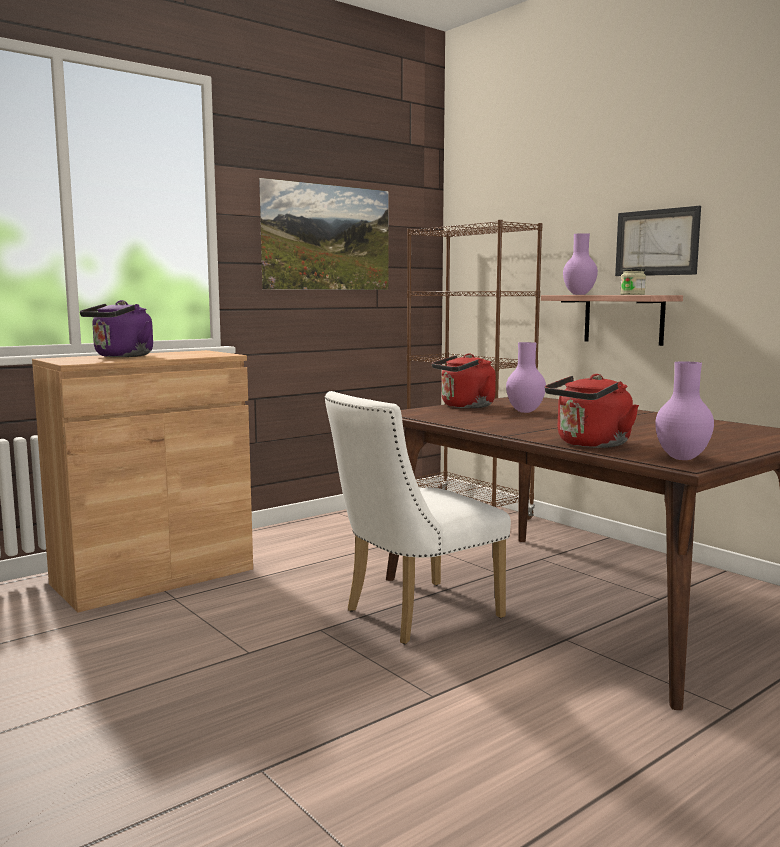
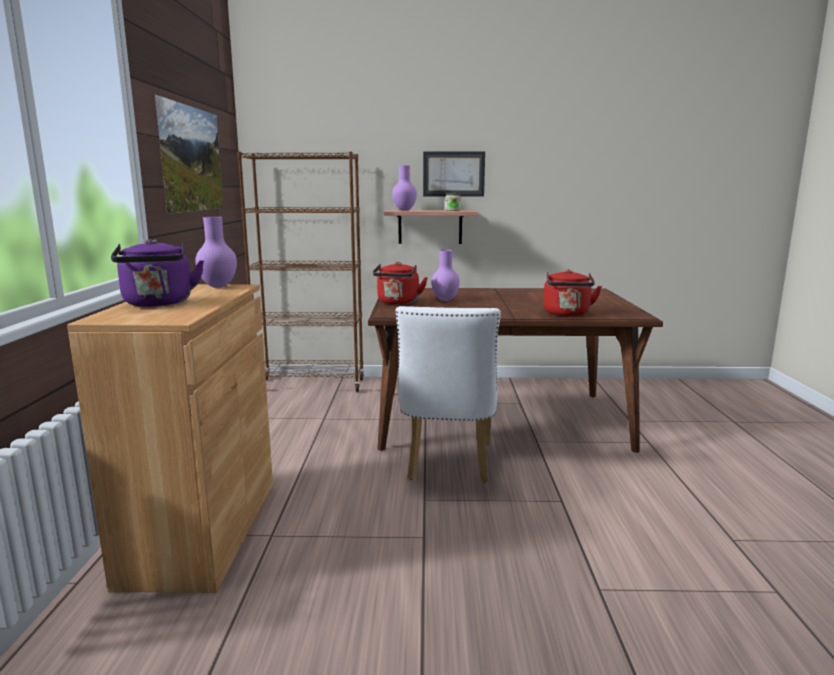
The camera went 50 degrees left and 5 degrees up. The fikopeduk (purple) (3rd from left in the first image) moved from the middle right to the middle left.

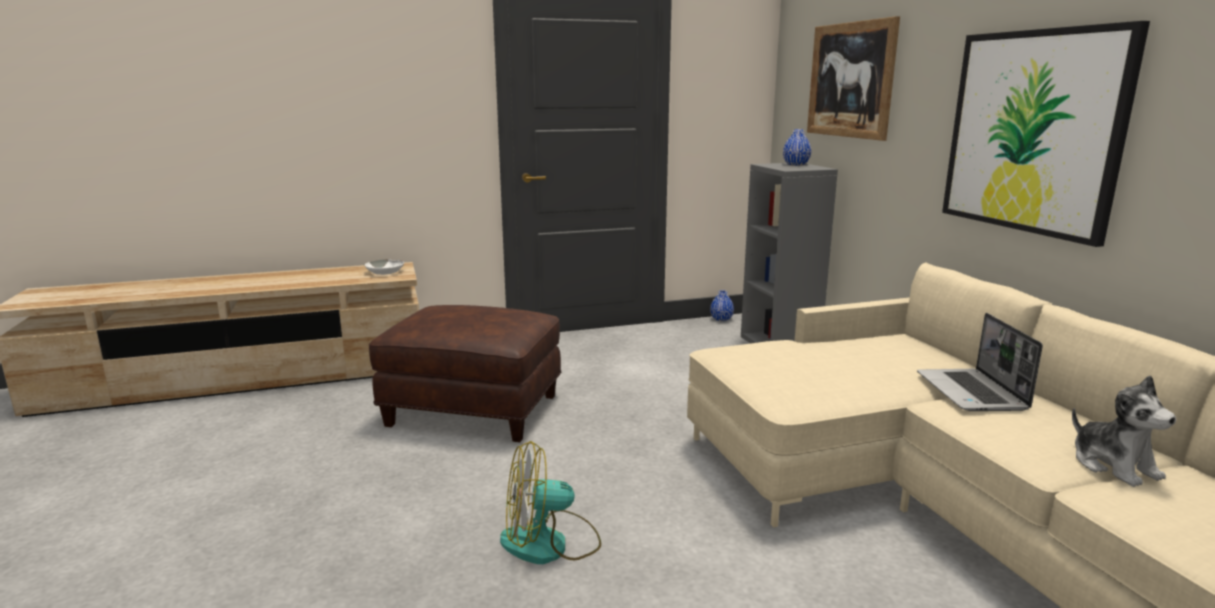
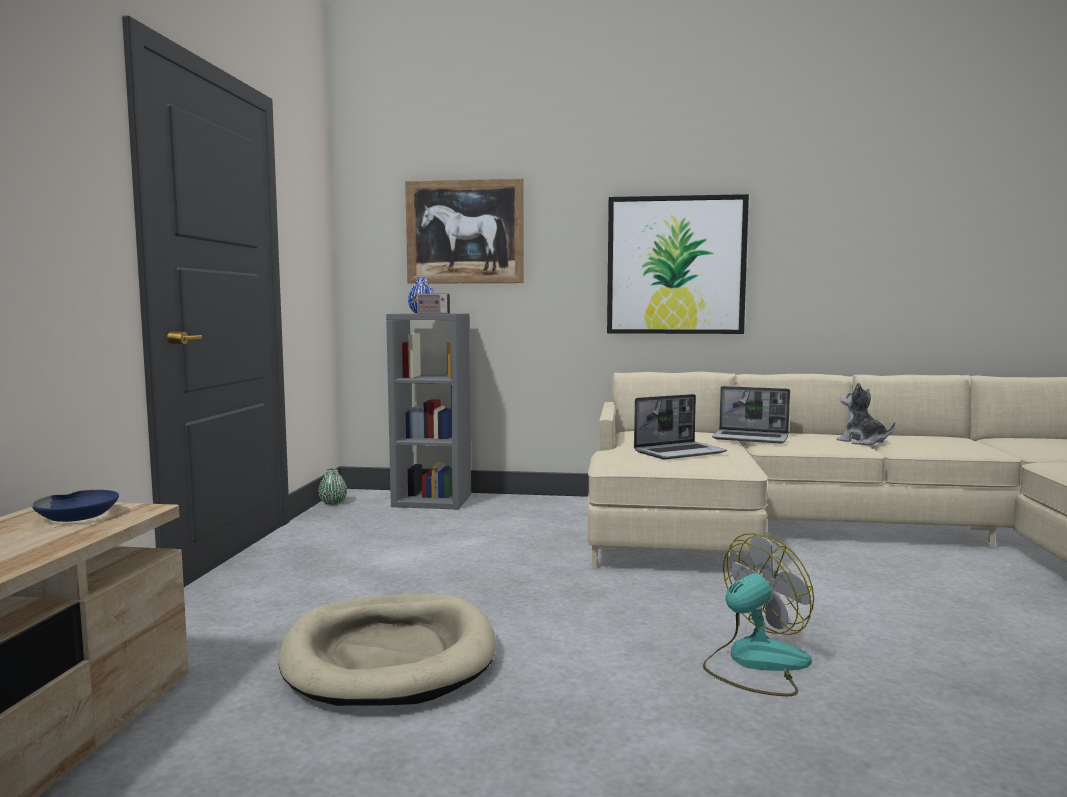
The camera went 65 degrees left and 10 degrees down. The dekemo at the centre appeared. The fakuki (1st from left) at the centre appeared. The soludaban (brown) at the centre was replaced by the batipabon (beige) at the bottom centre. The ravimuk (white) at the middle left became the ravimuk (blue) at the middle left. The fikopeduk (blue) (1st from left) at the centre became the fikopeduk (green) at the middle left. The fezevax at the bottom centre turned 135 degrees counterclockwise. The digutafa at the bottom right turned 135 degrees counterclockwise.

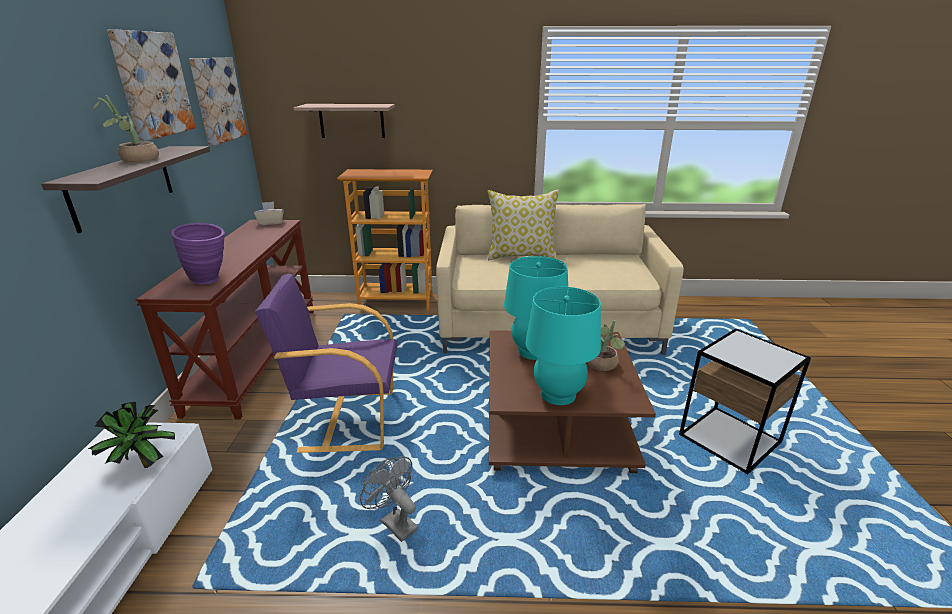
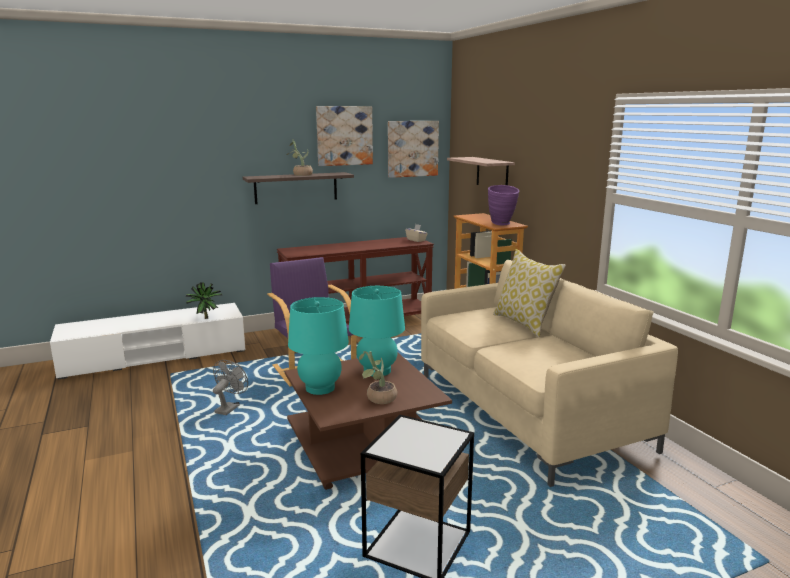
The camera went 65 degrees right and 10 degrees down. The fikopeduk (purple) moved from the middle left to the centre.

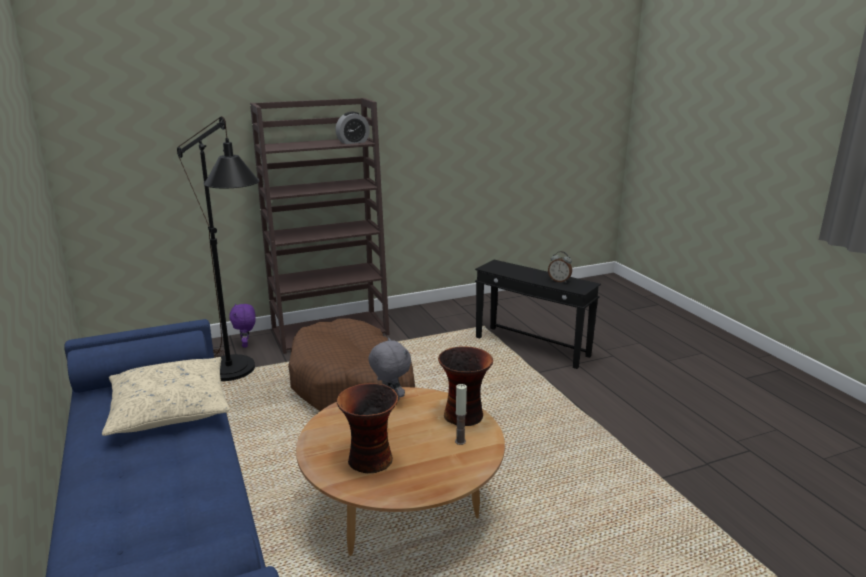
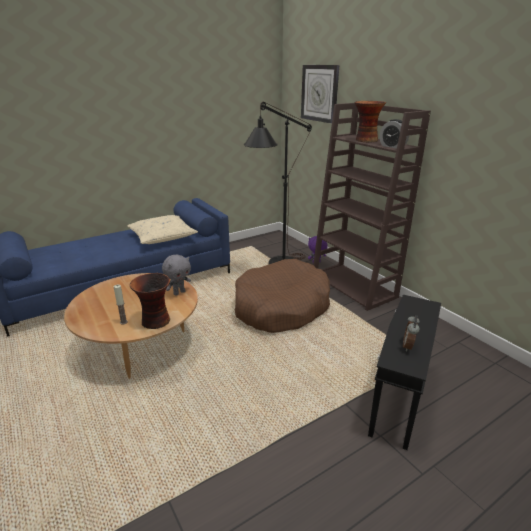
The camera went 80 degrees right and 5 degrees up. The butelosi at the top centre appeared. The fikopeduk (1st from left in the first image) moved from the bottom centre to the top right.

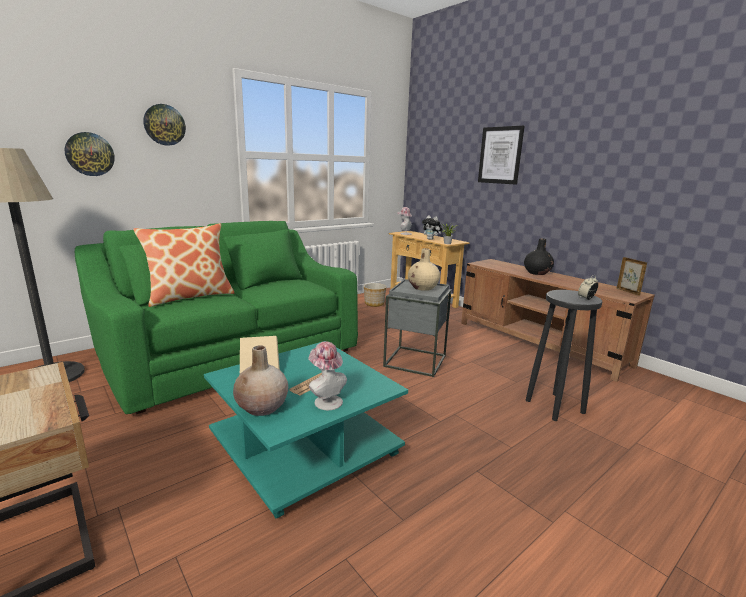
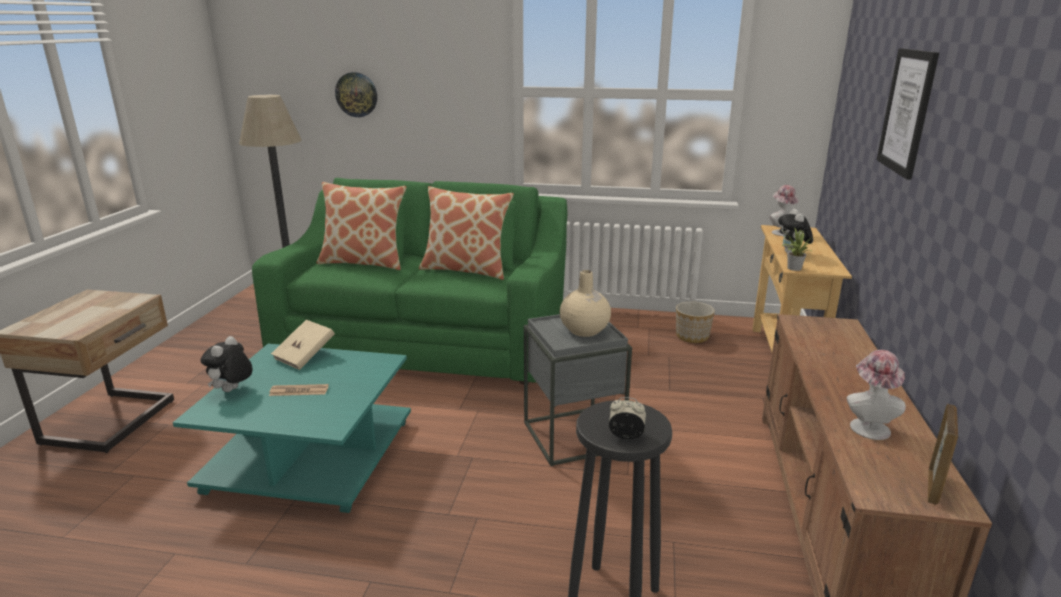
The camera went 50 degrees right and 5 degrees up. The butelosi (2nd from left) at the top left disappeared. The fikopeduk (black) at the middle right disappeared. The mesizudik (2nd from left) at the centre appeared. The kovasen (1st from left in the first image) moved from the centre to the middle right. The fikopeduk (beige) (1st from left) at the centre was replaced by the digutafa (1st from left) at the middle left.

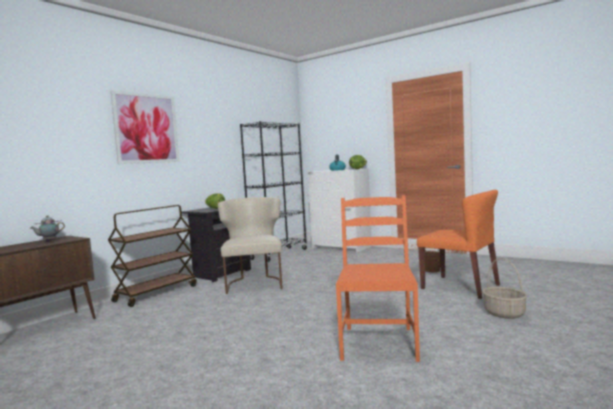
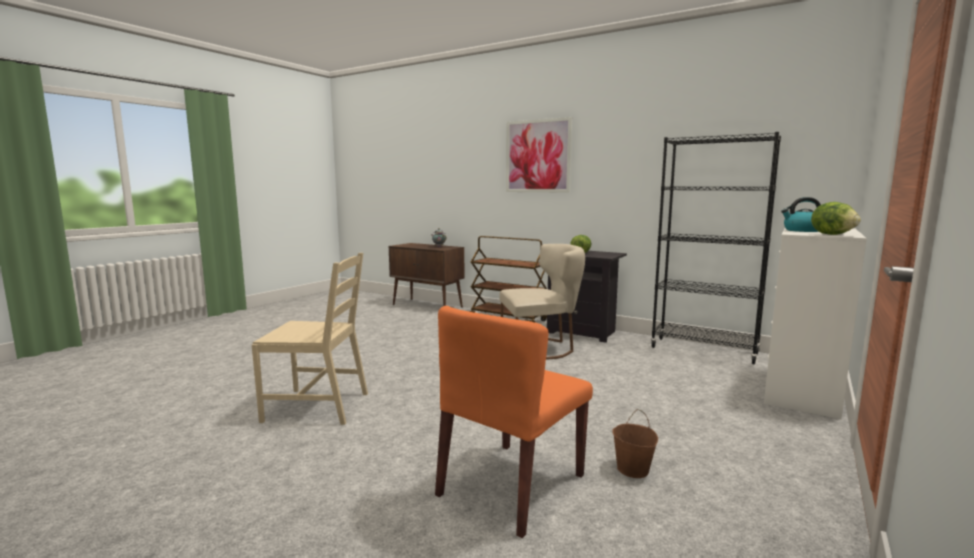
The camera went 85 degrees right and 5 degrees up. The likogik at the bottom right disappeared. The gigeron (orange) (1st from left) at the bottom centre became the gigeron (beige) (1st from left) at the middle left.

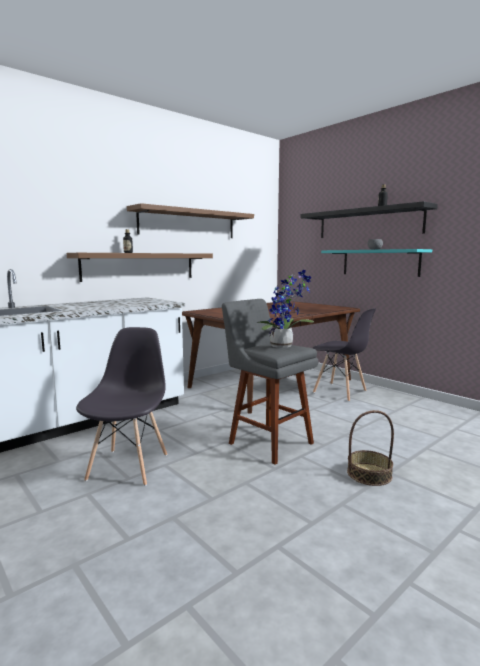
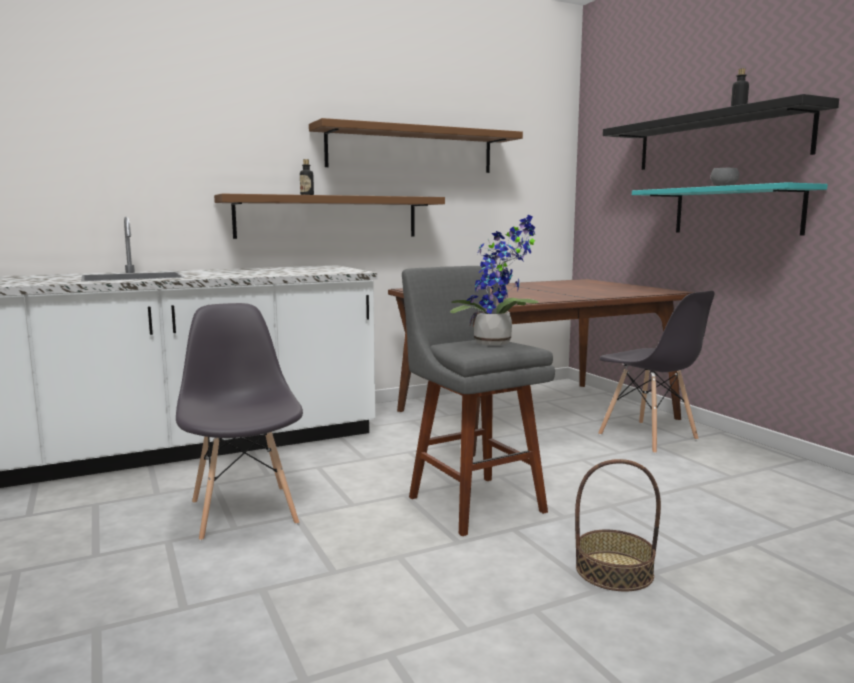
The camera went 15 degrees right and 0 degrees up. The gigeron (grey) (1st from left) at the middle left turned 45 degrees counterclockwise.

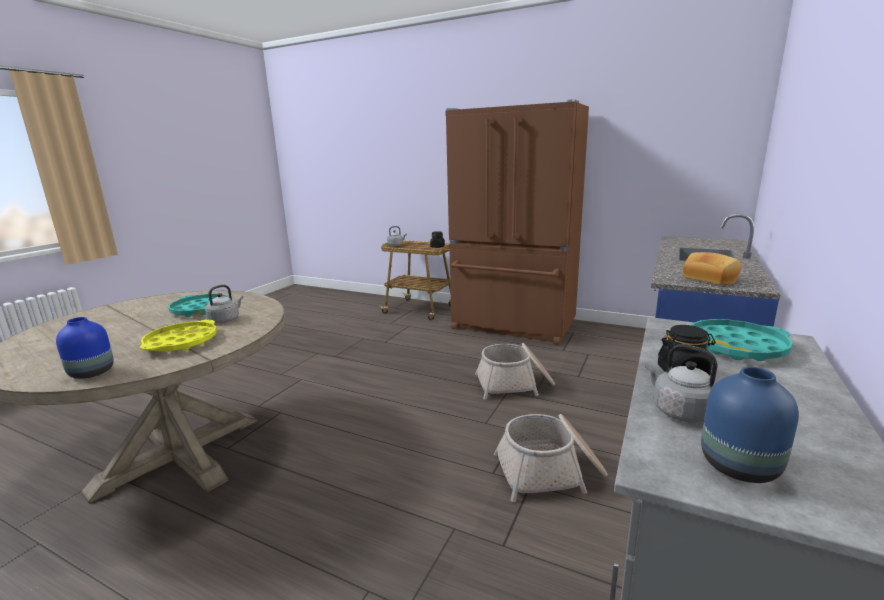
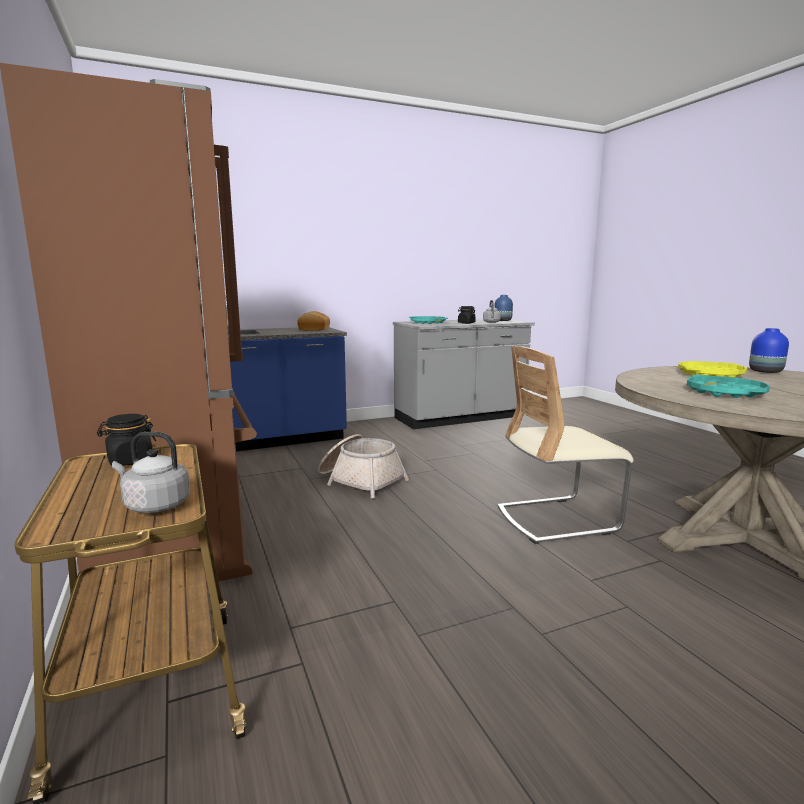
The camera went 140 degrees left and 5 degrees down. The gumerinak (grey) (1st from left) at the middle left disappeared. The likogik (2nd from left) at the bottom centre disappeared. The gigeron (beige) at the middle right appeared.

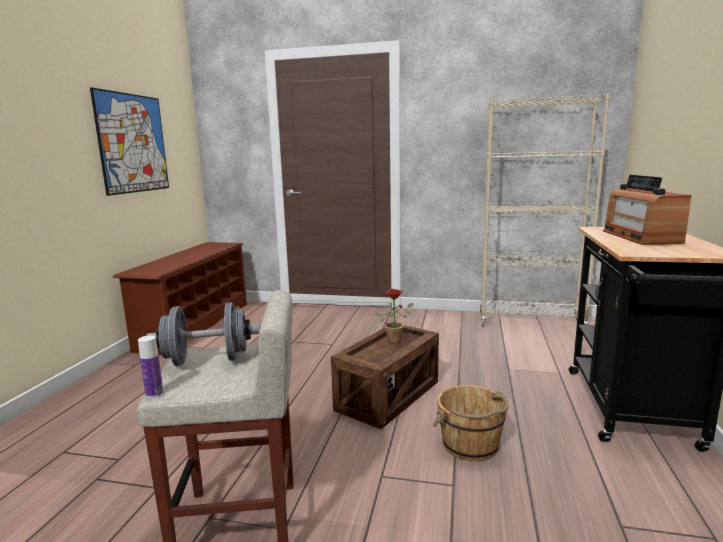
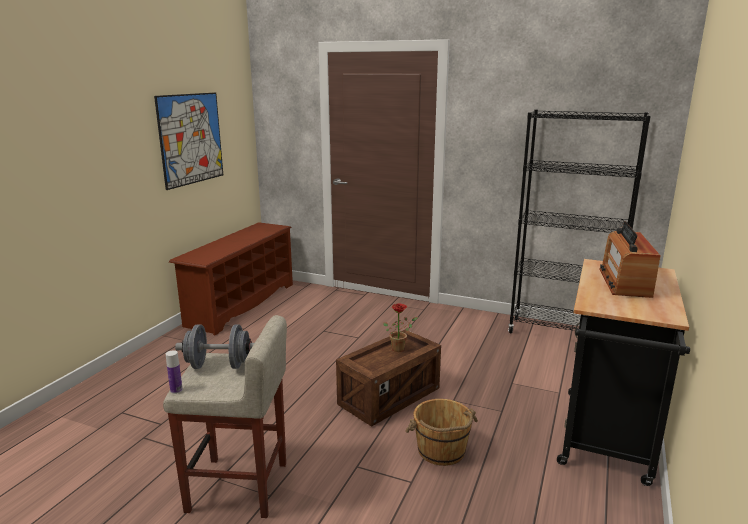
The camera went 10 degrees right and 5 degrees up. The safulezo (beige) at the middle right became the safulezo (black) at the middle right.

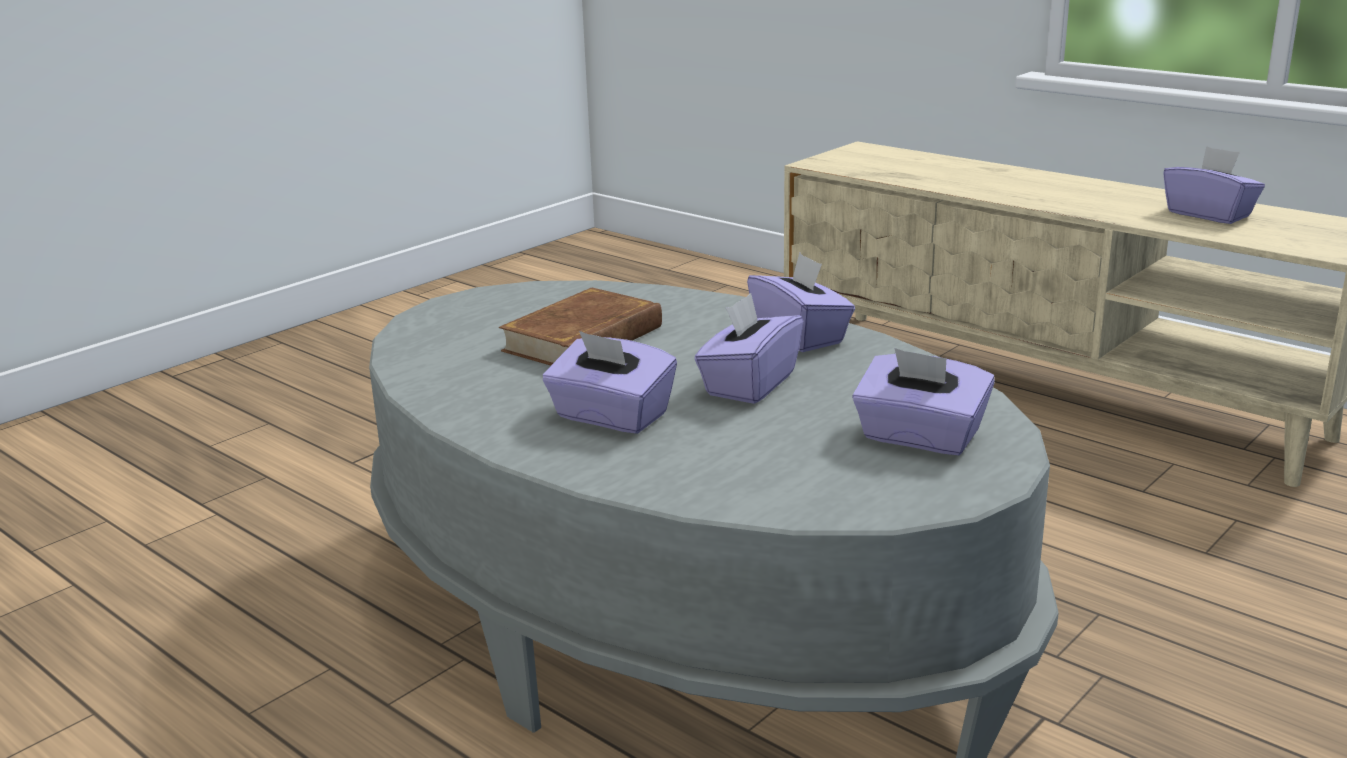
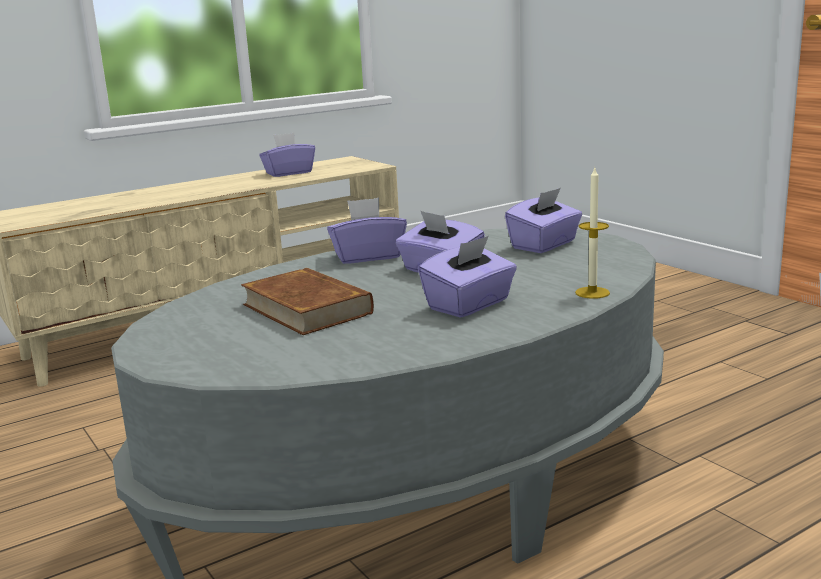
The camera went 75 degrees left and 5 degrees down. The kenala at the middle right appeared.

